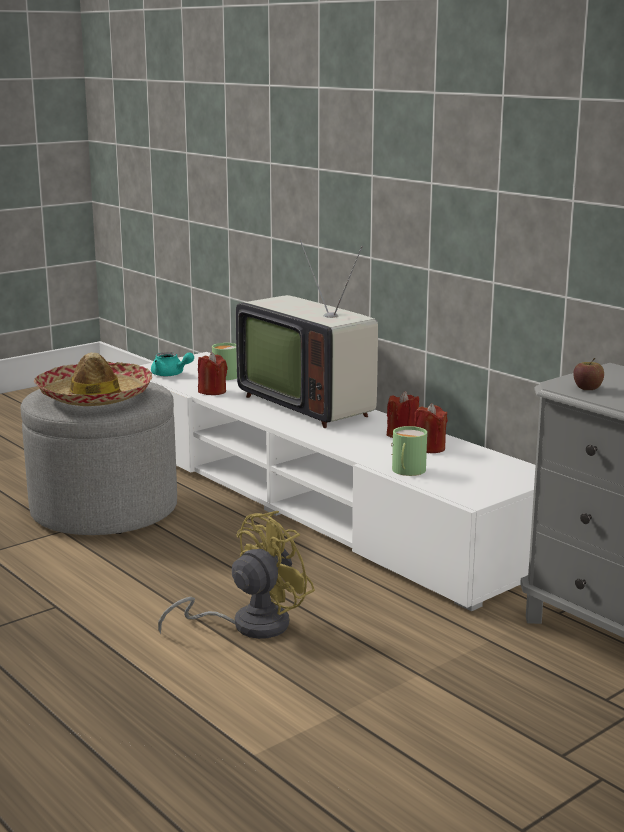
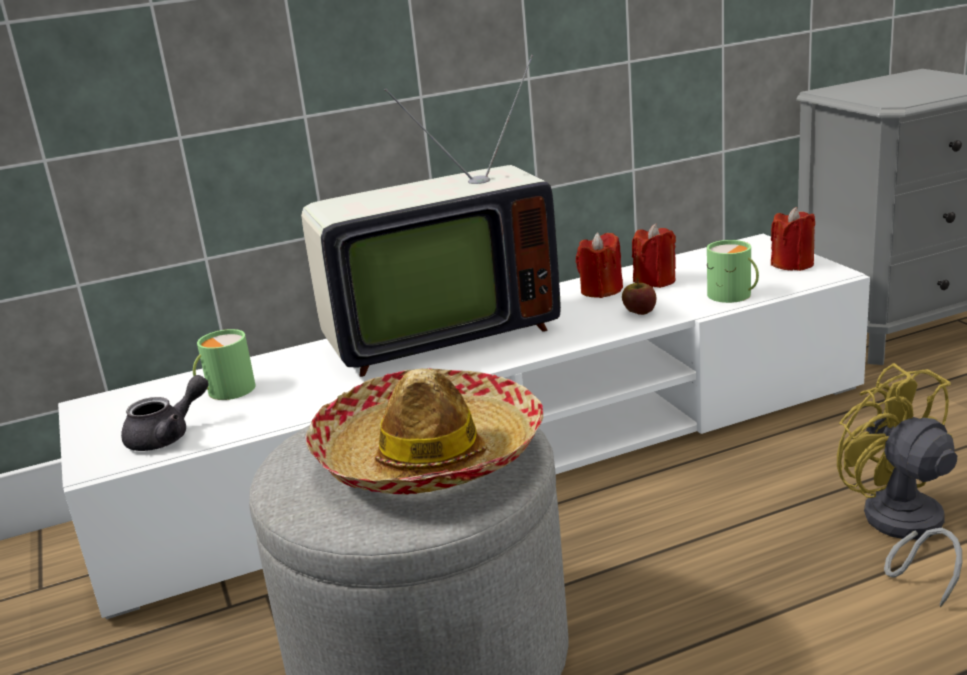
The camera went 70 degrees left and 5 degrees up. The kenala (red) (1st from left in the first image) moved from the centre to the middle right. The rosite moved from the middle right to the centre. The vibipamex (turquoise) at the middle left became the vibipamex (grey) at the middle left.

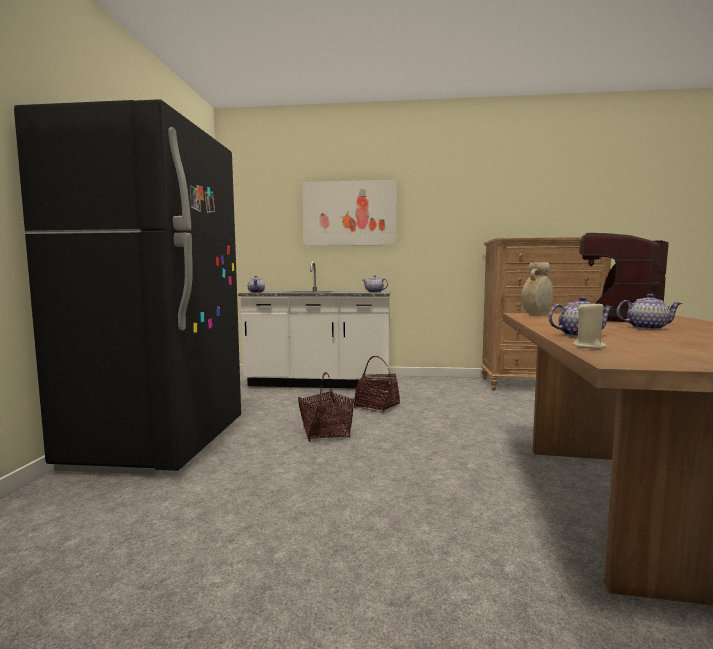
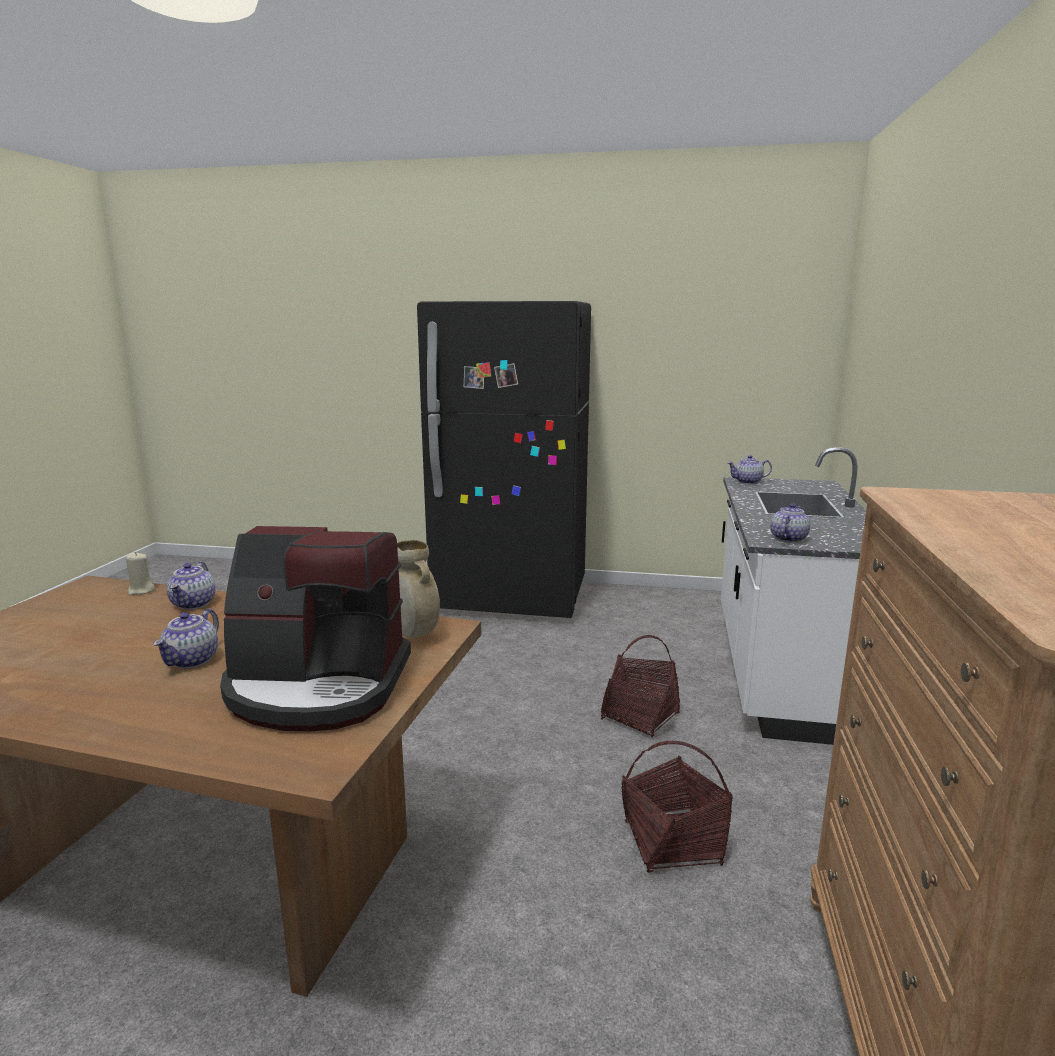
The camera went 95 degrees right and 10 degrees up. The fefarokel at the top centre disappeared. The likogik (1st from left in the first image) moved from the centre to the bottom centre. The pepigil at the middle right turned 135 degrees clockwise.

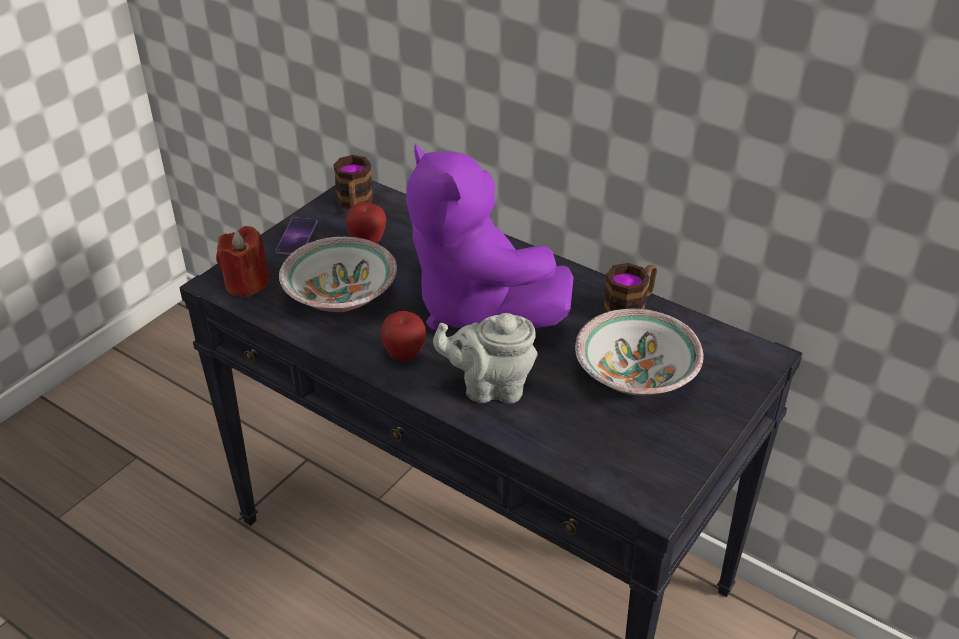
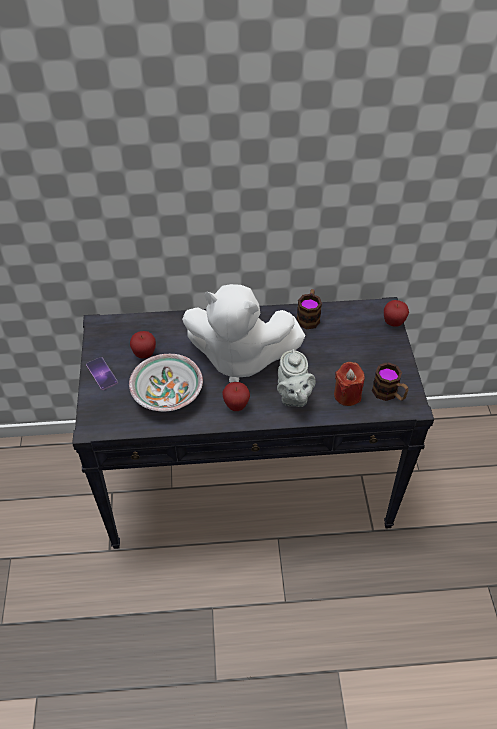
The camera went 40 degrees left and 10 degrees up. The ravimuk (2nd from left) at the centre disappeared. The rosite (3rd from left) at the middle right appeared. The kenala (red) moved from the middle left to the middle right. The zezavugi (1st from left in the first image) moved from the top centre to the middle right. The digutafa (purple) at the centre became the digutafa (white) at the centre. The vibipamex (grey) at the centre turned 60 degrees counterclockwise.

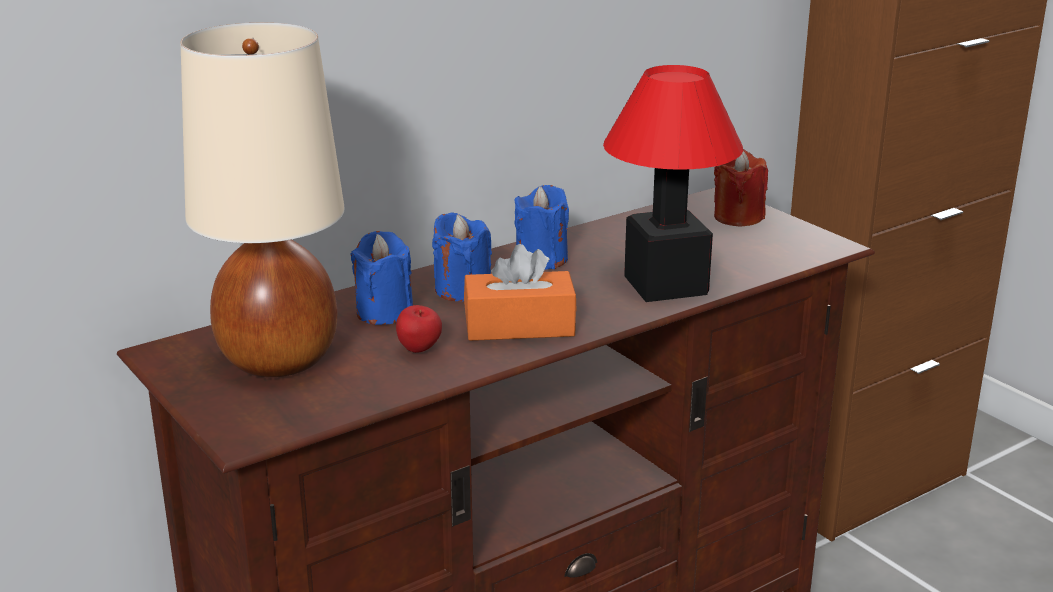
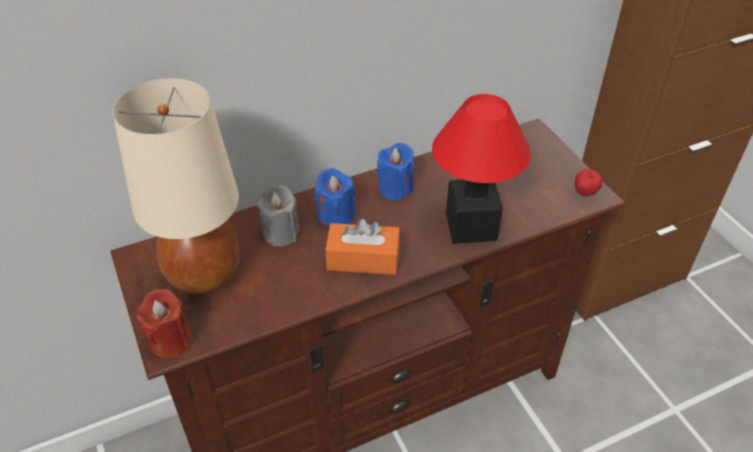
The camera went 10 degrees right and 20 degrees up. The rosite moved from the centre to the middle right. The kenala (red) moved from the top right to the bottom left. The kenala (blue) (1st from left) at the centre became the kenala (grey) at the centre.

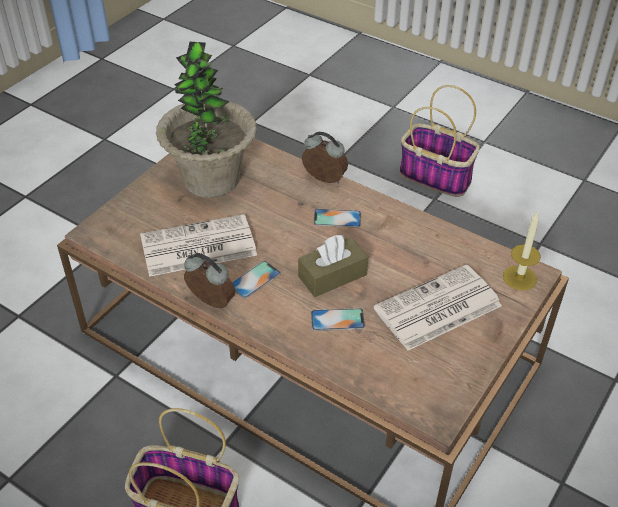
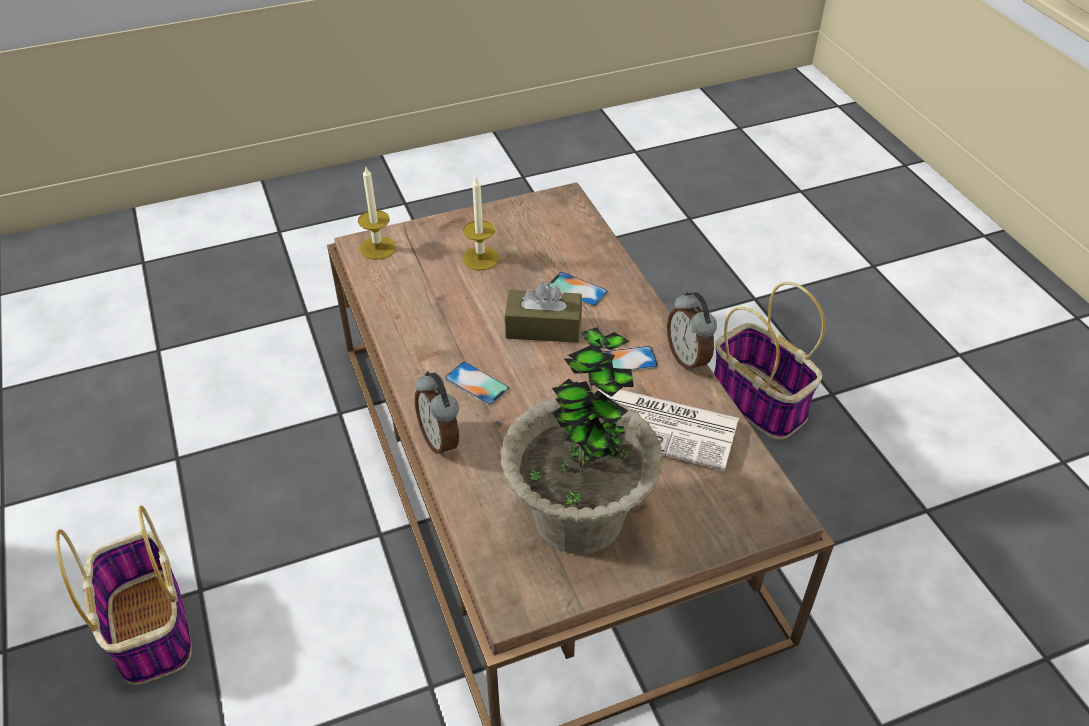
The camera went 145 degrees left and 0 degrees up. The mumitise (2nd from left) at the middle right was replaced by the kenala (2nd from left) at the top centre.

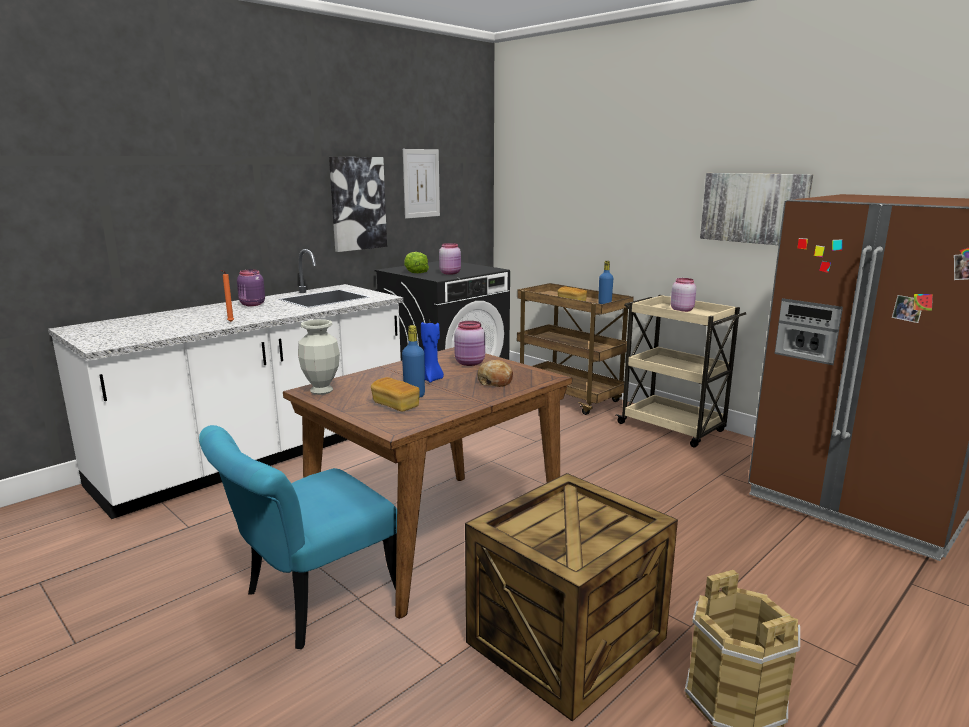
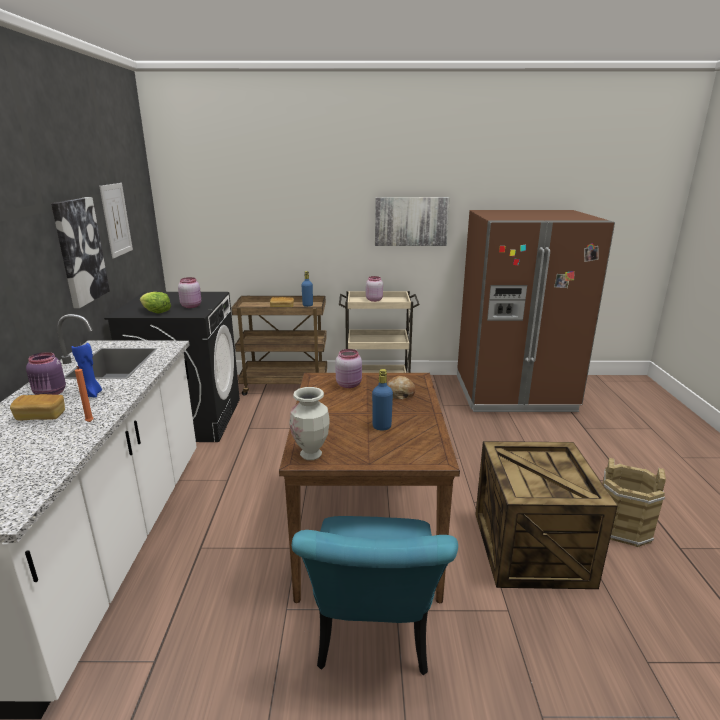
The camera went 45 degrees left and 5 degrees up. The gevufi (1st from left) moved from the centre to the middle left. The kenala (blue) moved from the centre to the middle left.

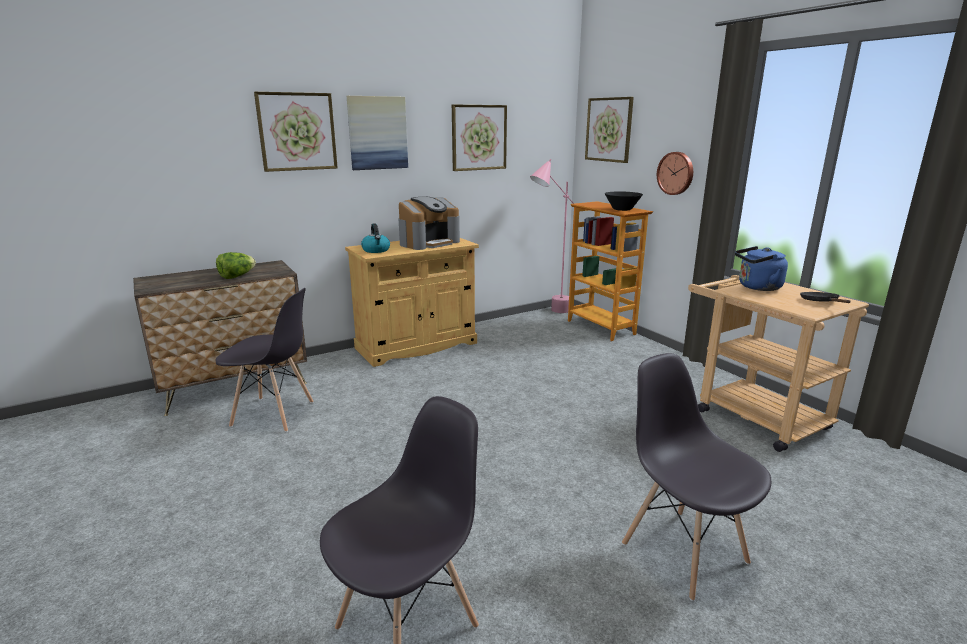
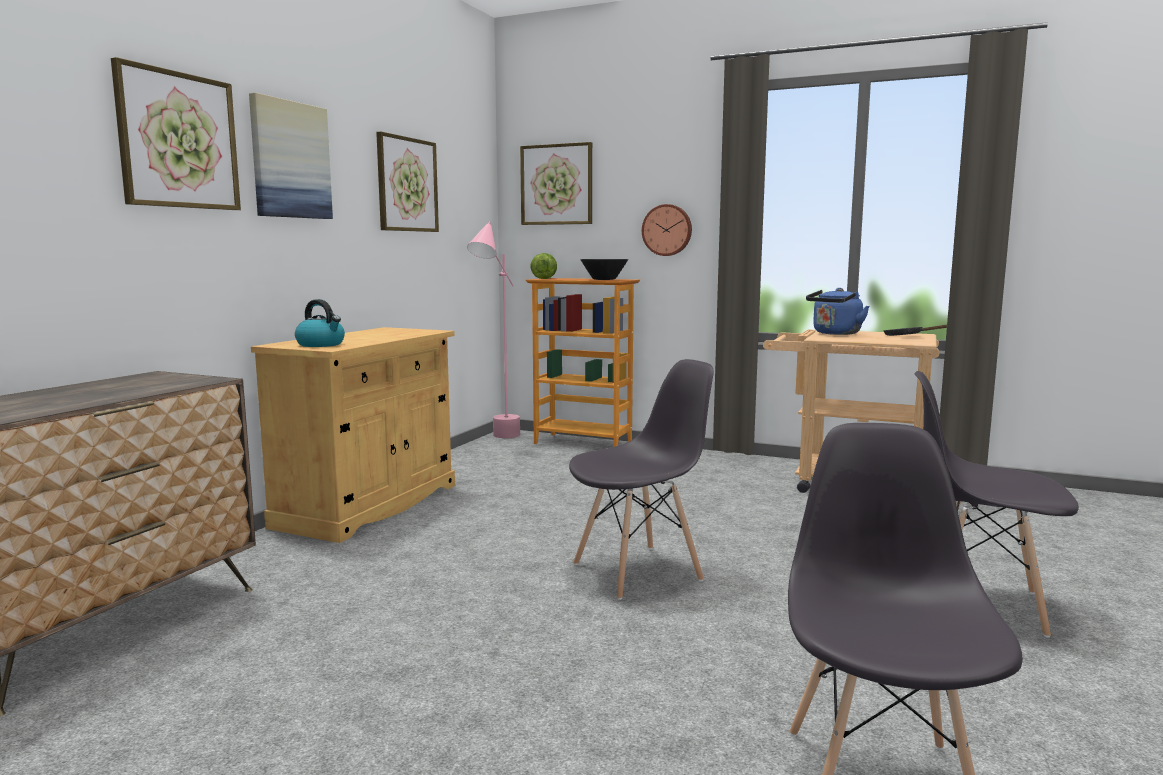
The camera went 35 degrees left and 10 degrees down. The pepigil at the centre disappeared. The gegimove moved from the middle left to the centre. The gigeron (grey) (1st from left) moved from the middle left to the centre.

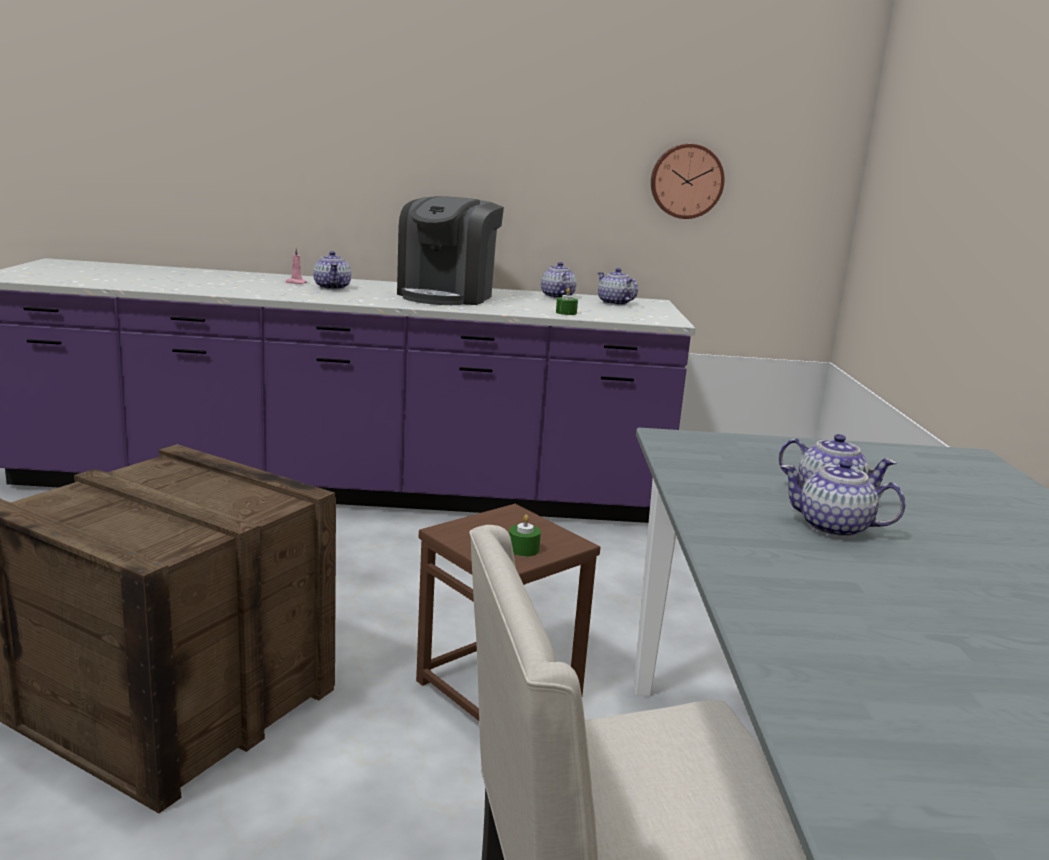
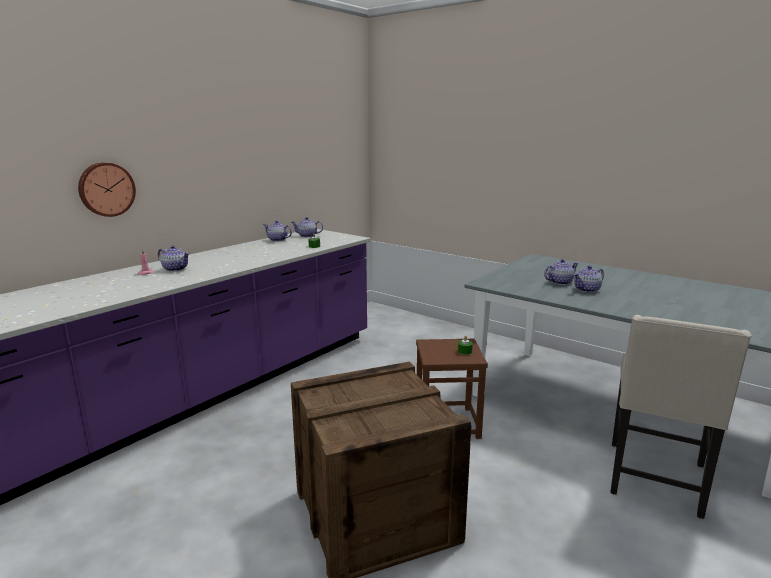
The camera went 50 degrees left and 0 degrees up. The pepigil at the top centre disappeared. The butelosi moved from the top centre to the top left.

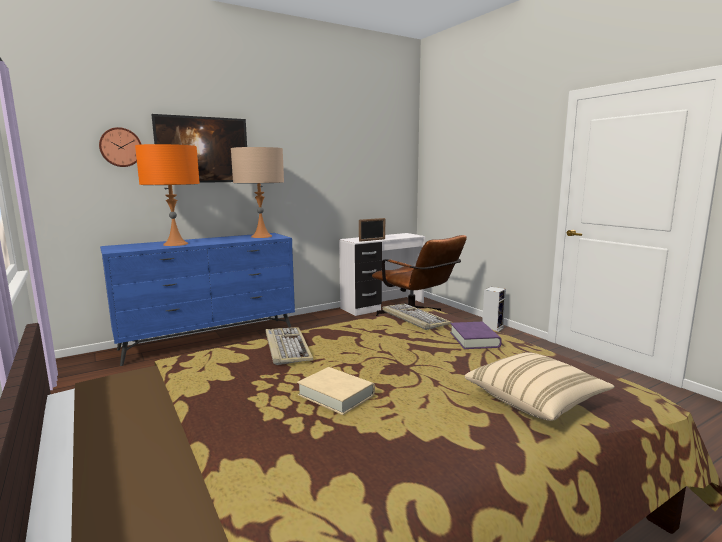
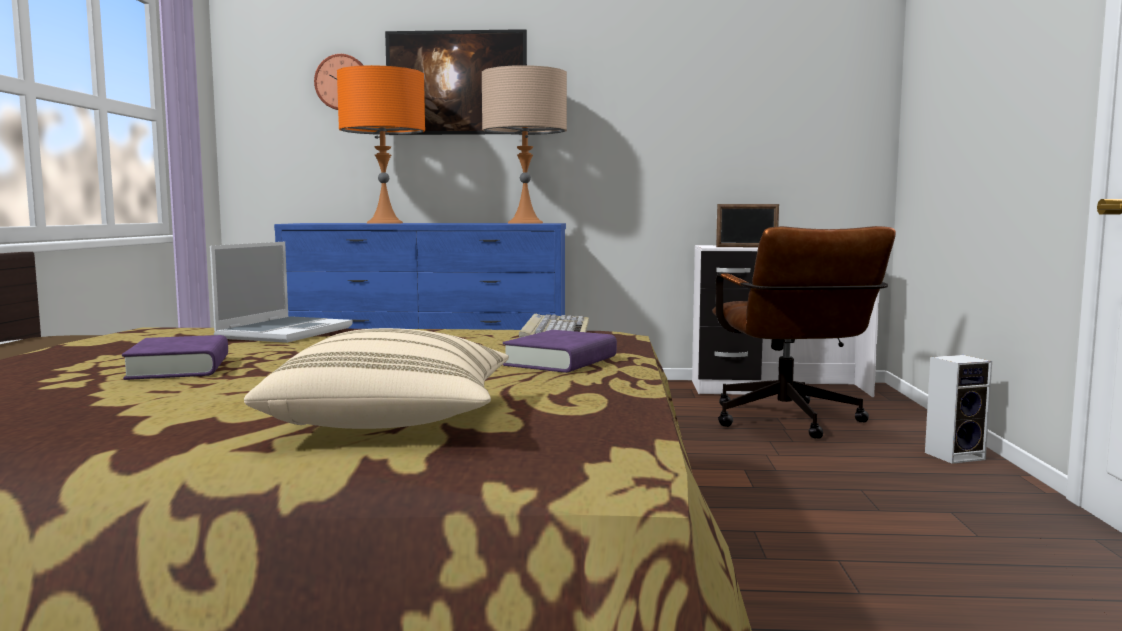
The camera went 35 degrees right and 5 degrees down. The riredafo (1st from left) at the centre was replaced by the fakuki at the middle left. The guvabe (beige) at the bottom centre became the guvabe (purple) (1st from left) at the middle left.

